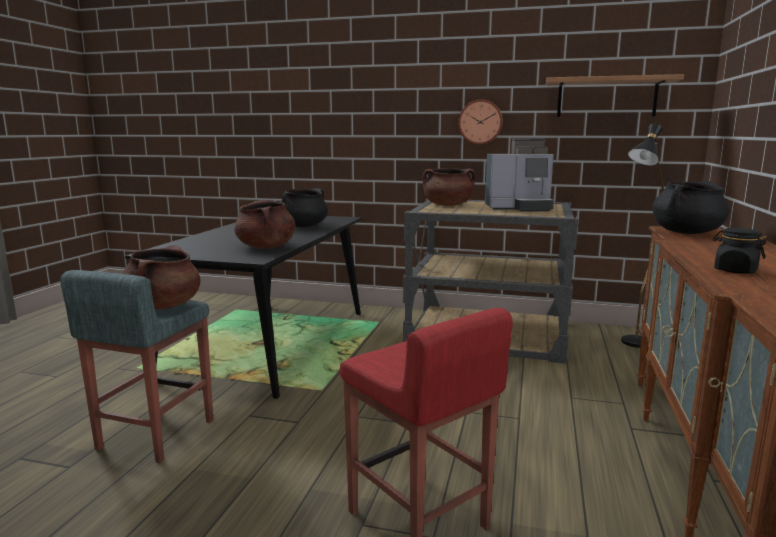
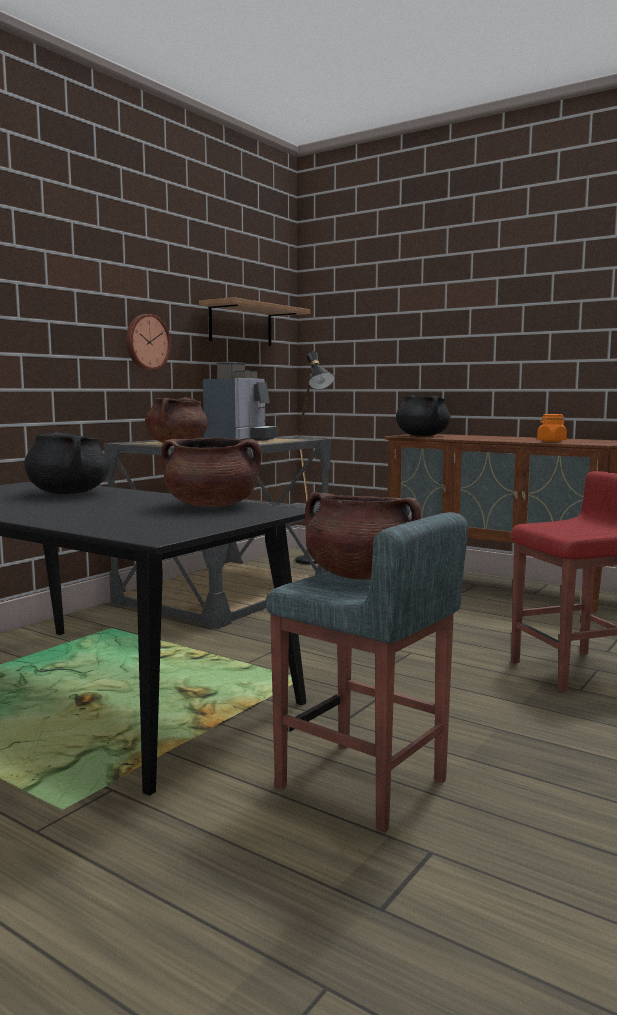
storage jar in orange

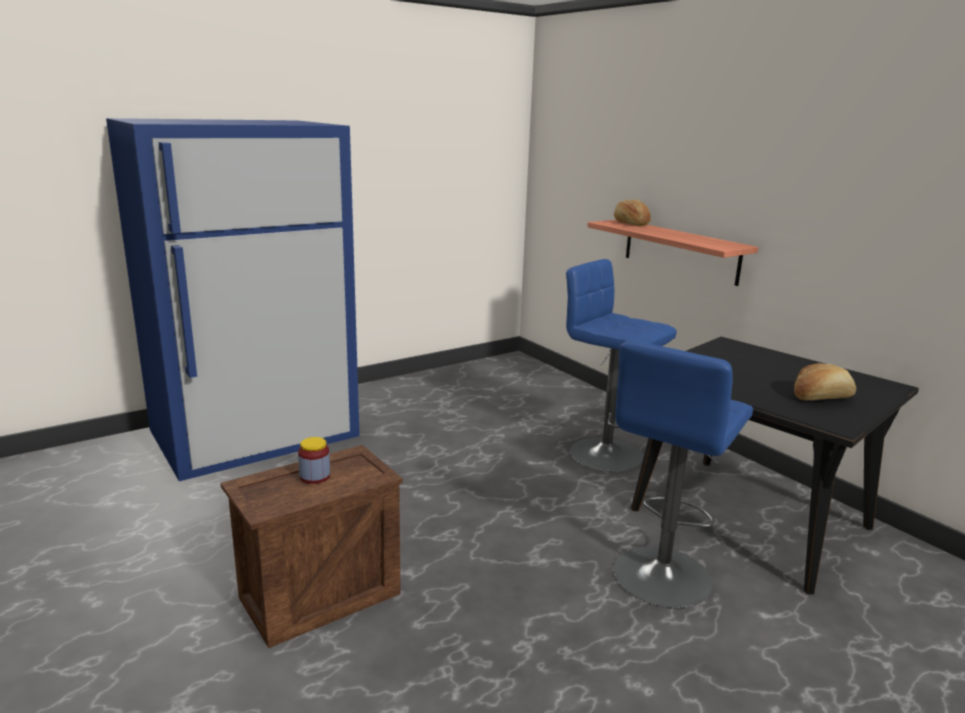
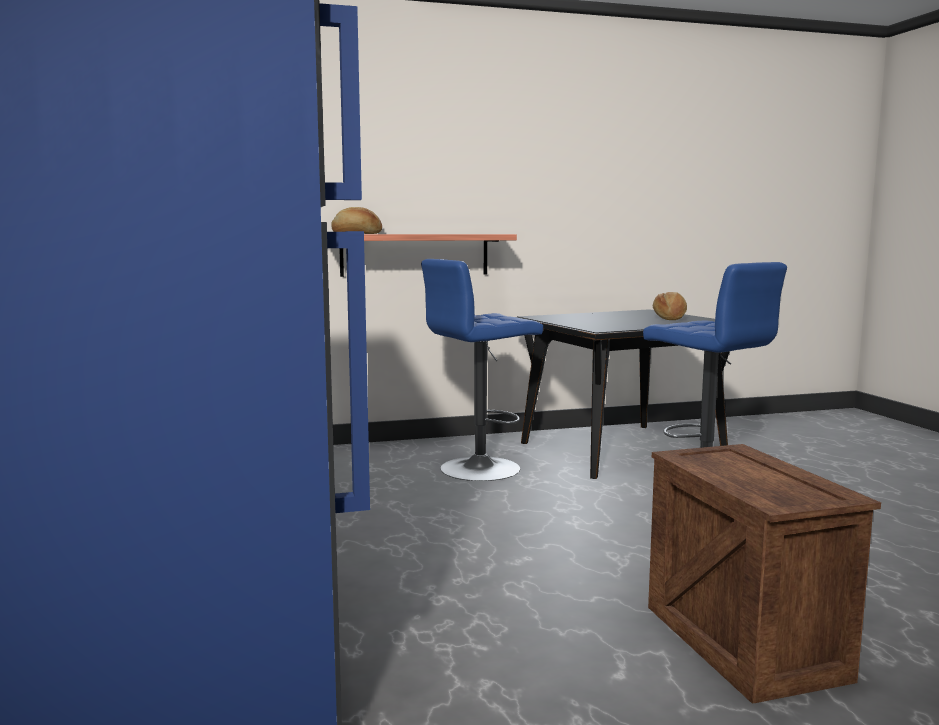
storage jar

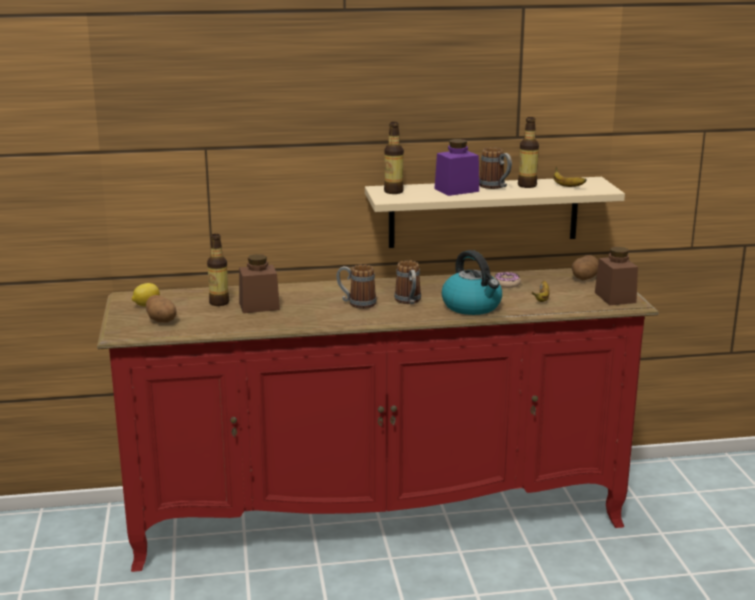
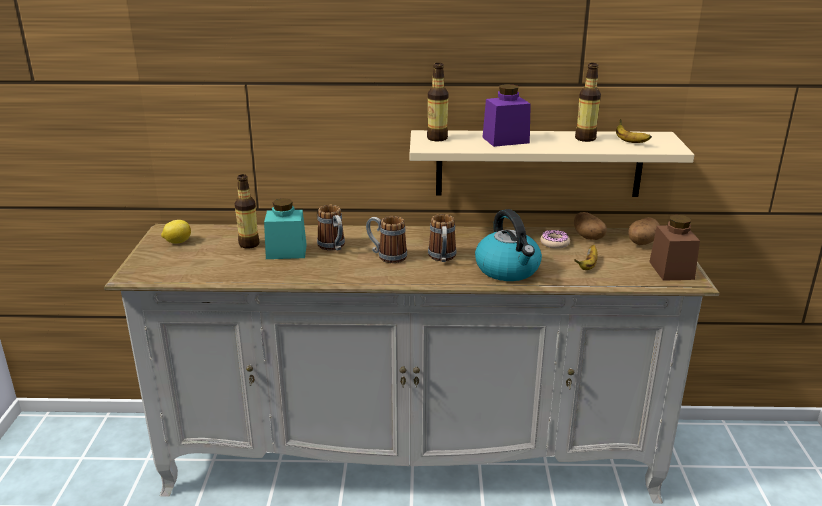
cabinet in greyish
storage jar in turquoise-coloured
tea mug (no. 1 from left)
potato (no. 1 from left)

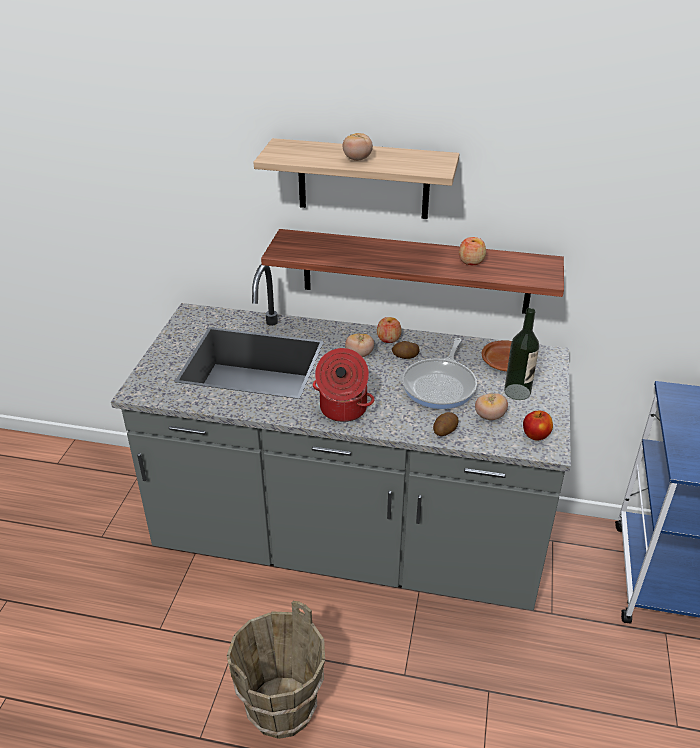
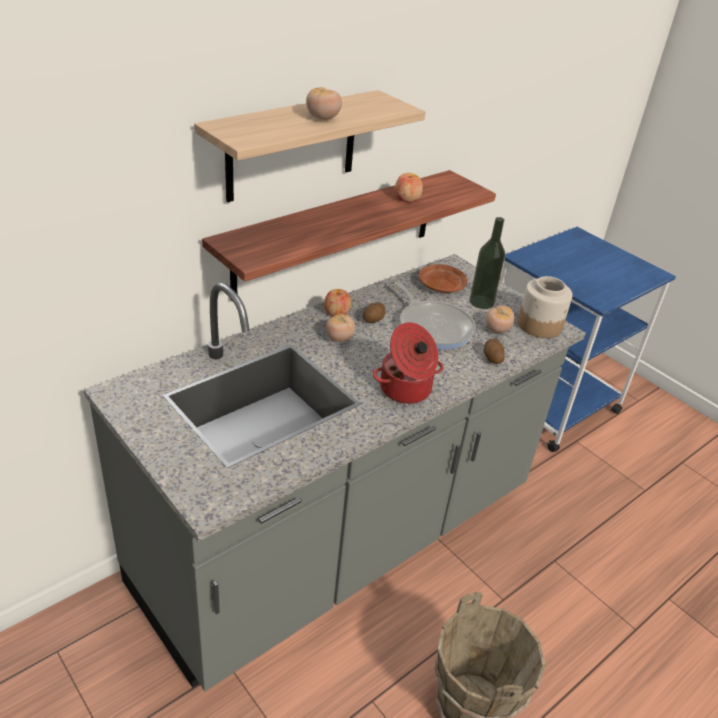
storage jar

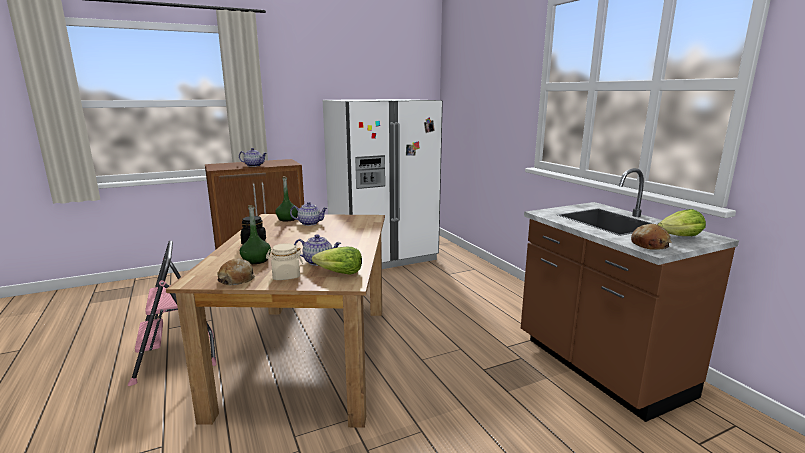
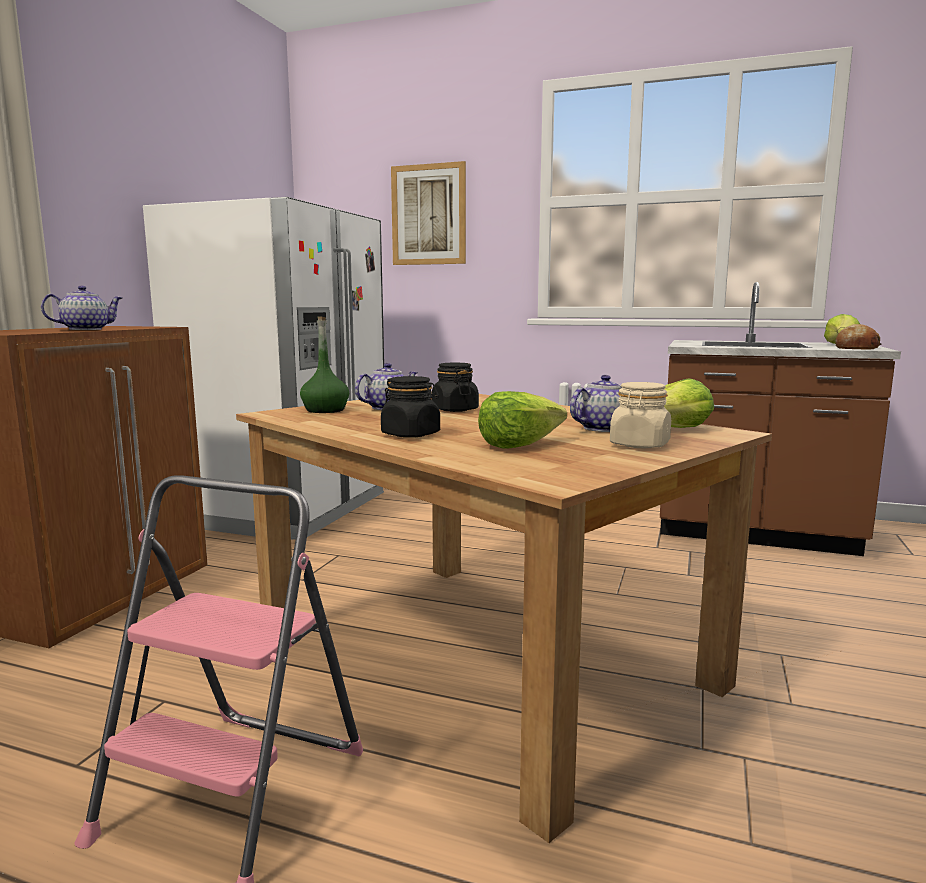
wall art
storage jar in blackish (no. 2 from left)
lettuce (no. 1 from left)
baked bread (no. 1 from left in the first image)

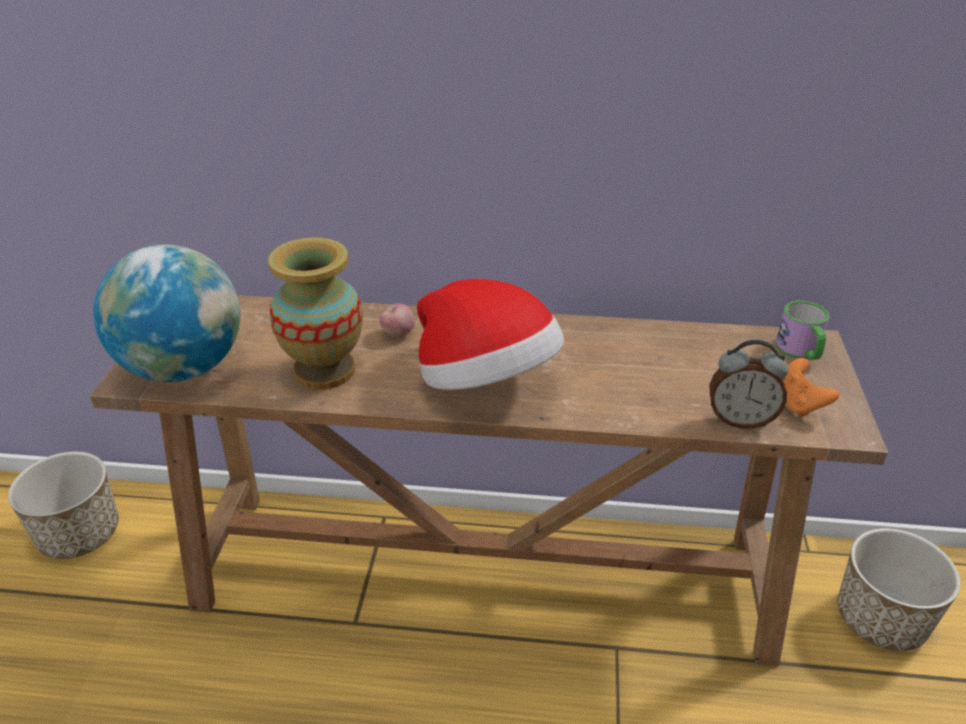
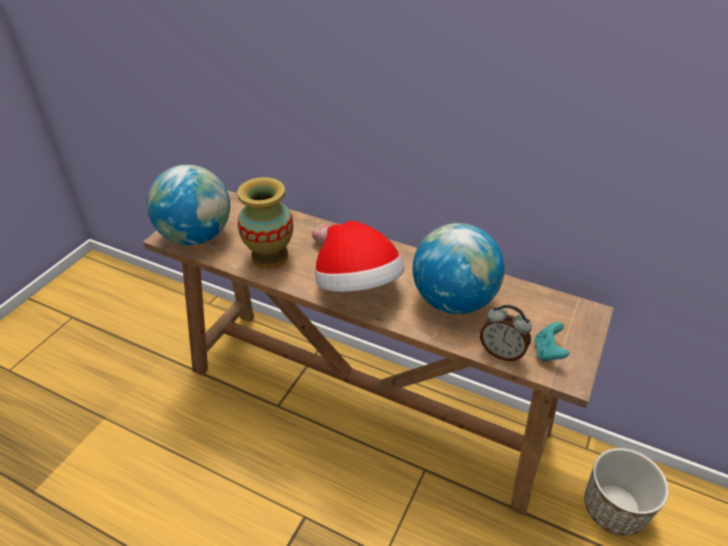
globe (no. 2 from left)
game controller in turquoise-coloured
flower pot (no. 1 from left in the first image)
tea mug

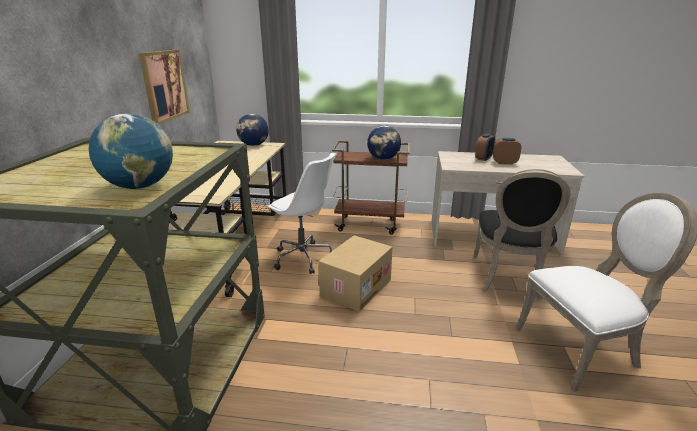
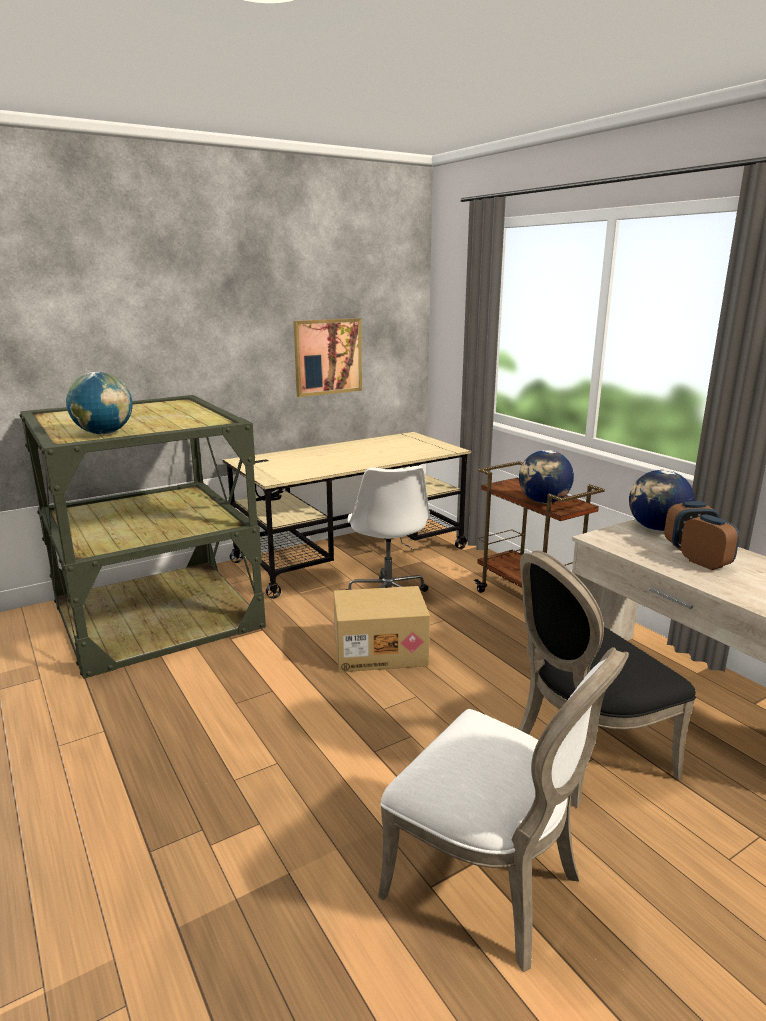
globe (no. 3 from left)

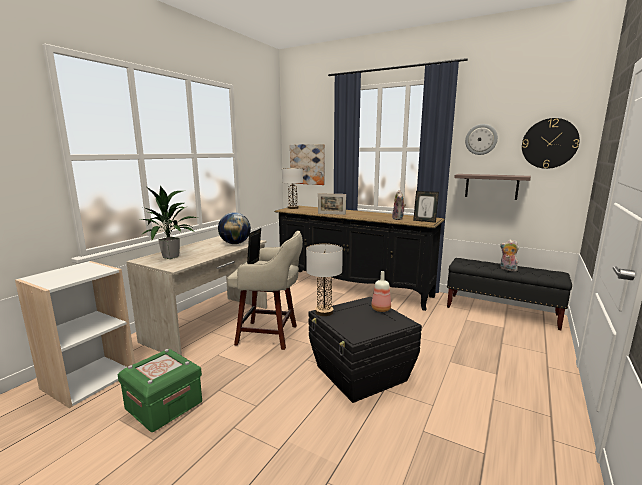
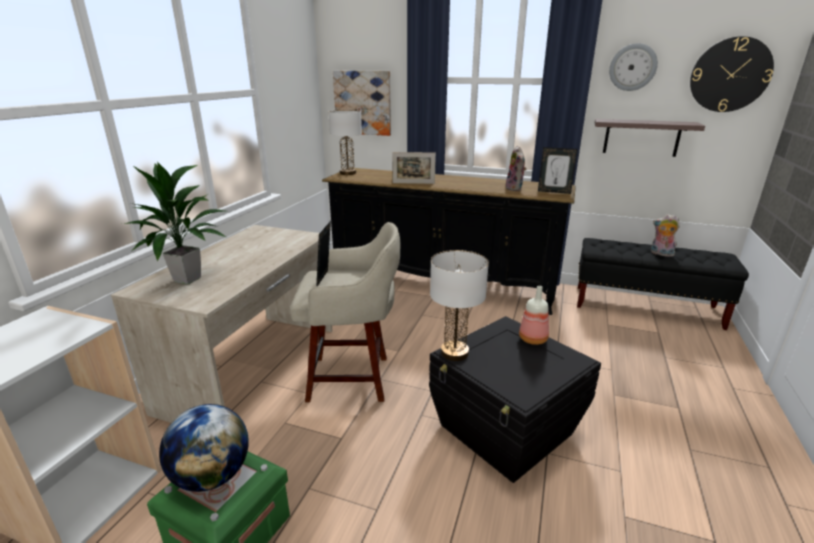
globe

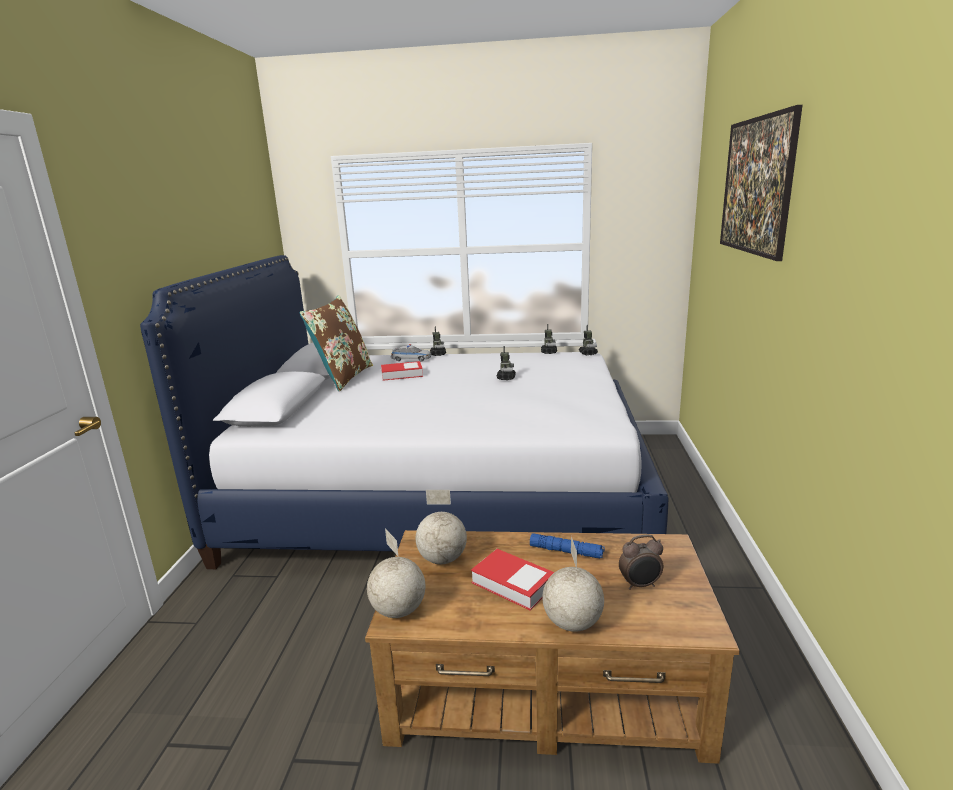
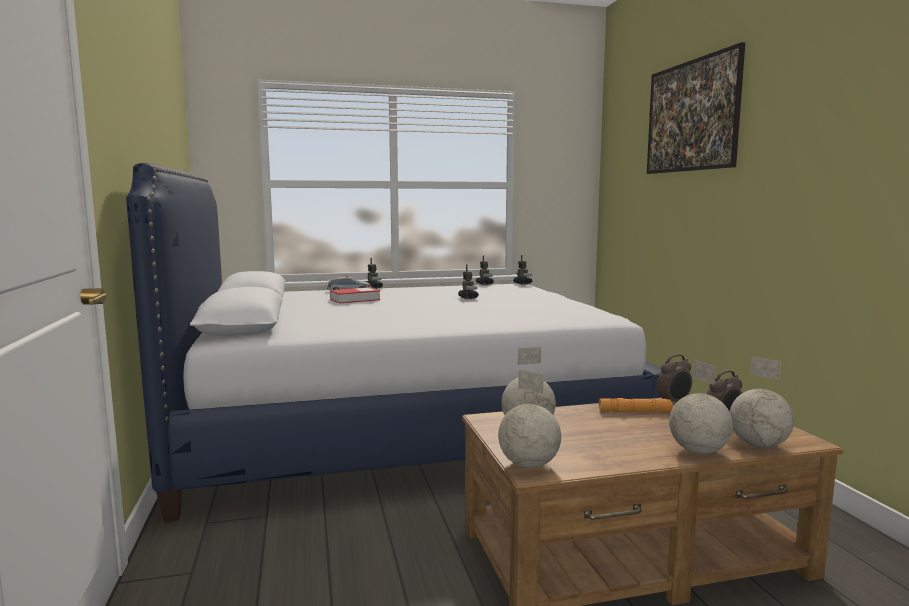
torch in orange
bedside clock (no. 1 from left)
globe (no. 4 from left)
throw pillow in brownish
book (no. 2 from left in the first image)

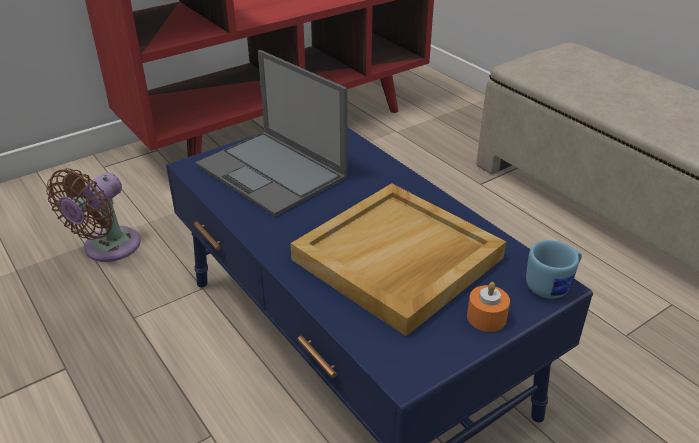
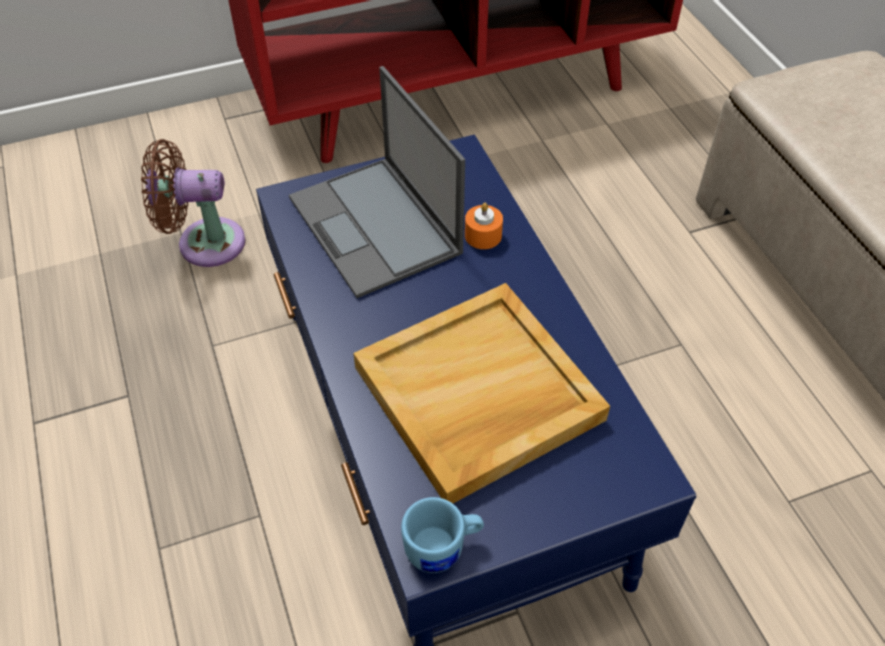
cooling fan in brownish
tea mug in blue
wax candle in orange

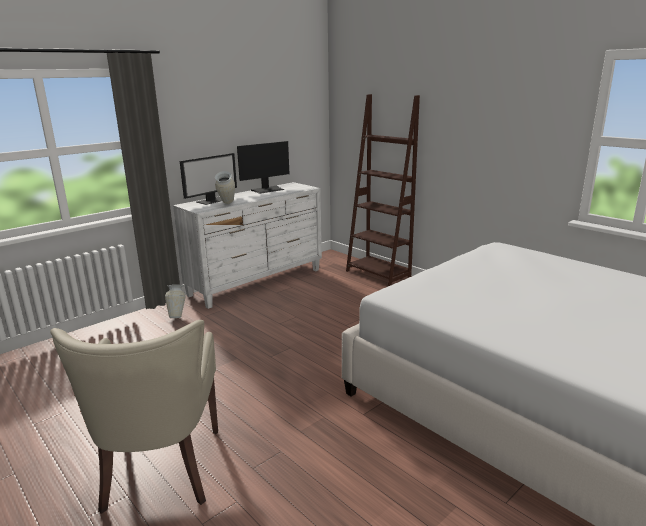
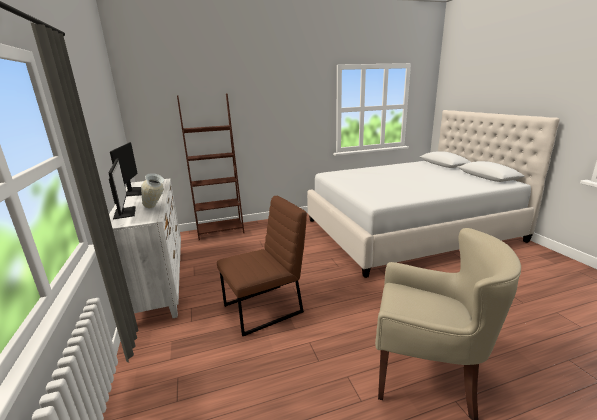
upright chair in brownish
decorative vase (no. 1 from left in the first image)

